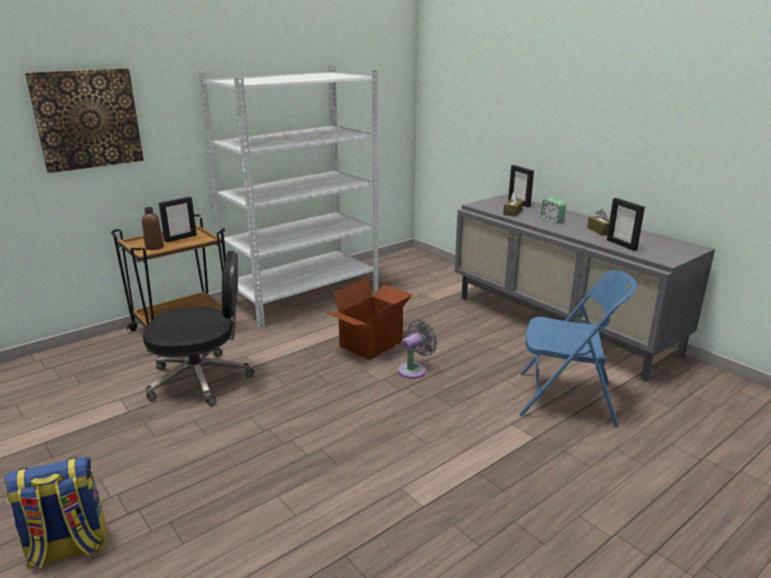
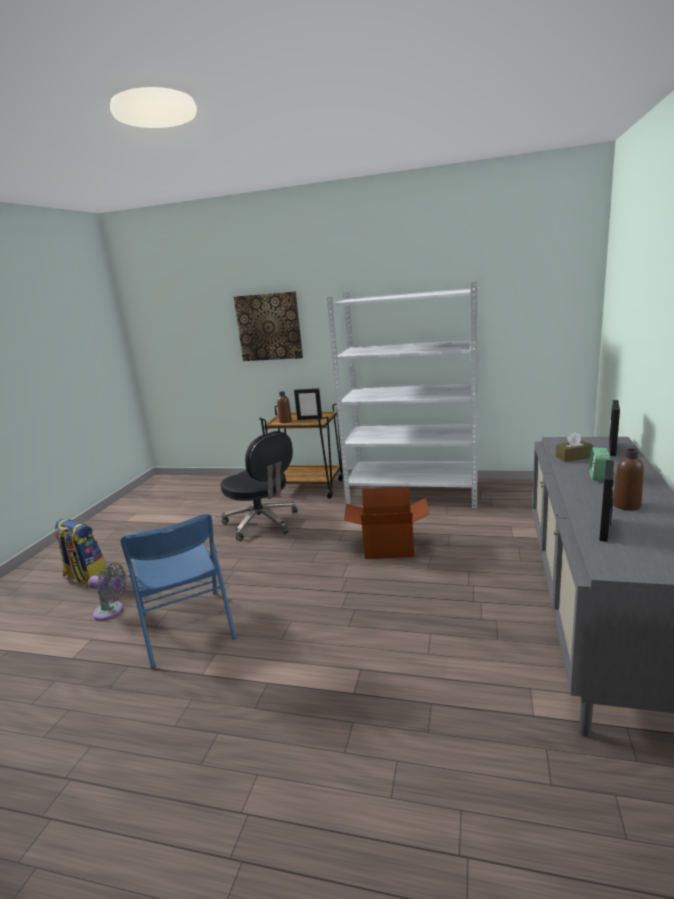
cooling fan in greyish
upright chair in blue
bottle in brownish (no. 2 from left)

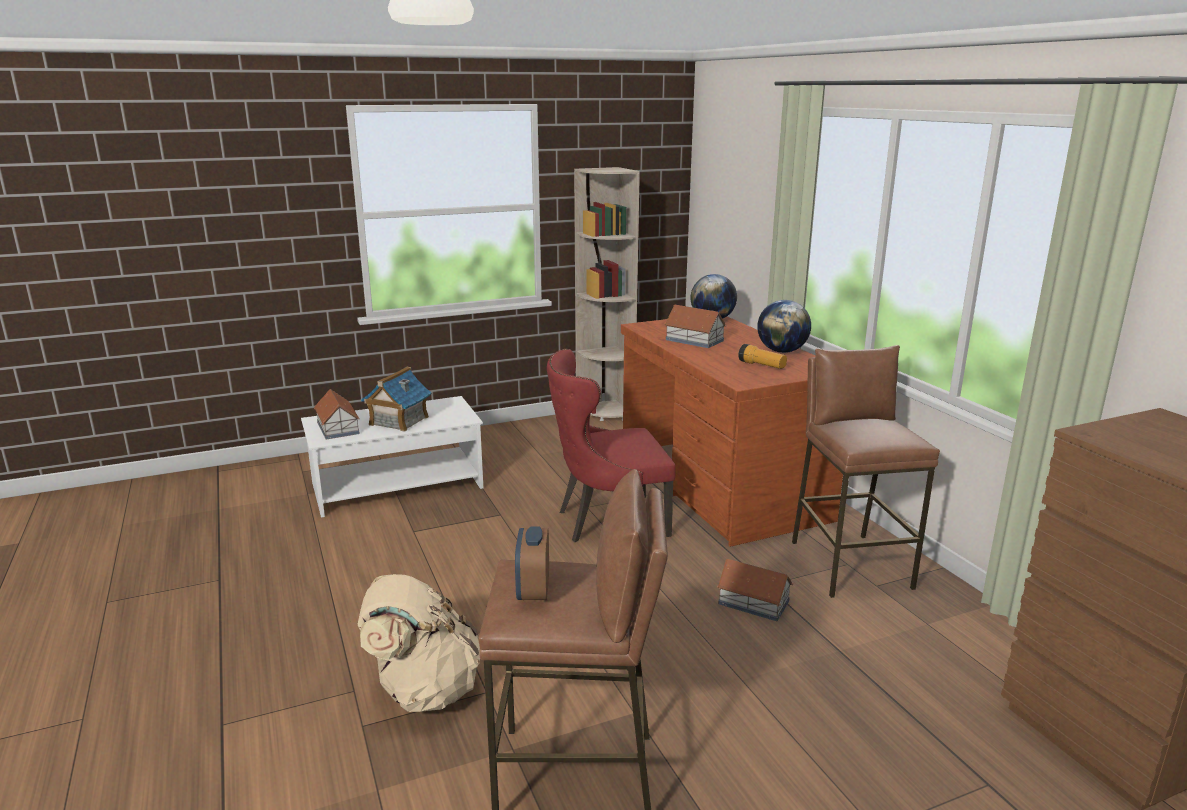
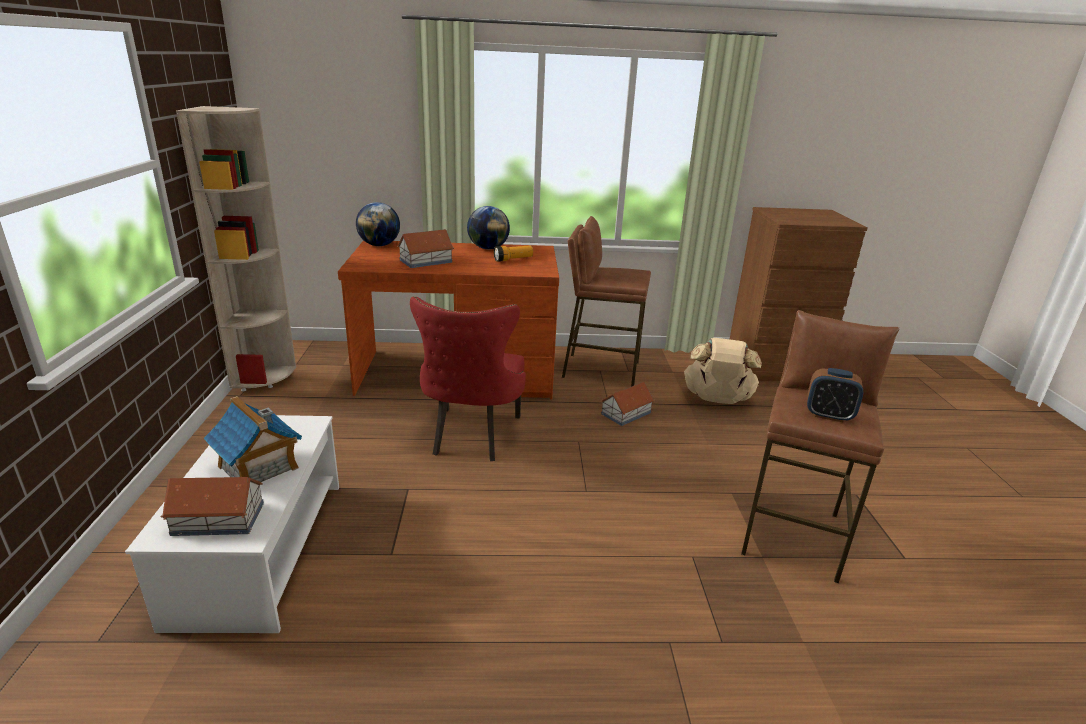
backpack in sand-coloured

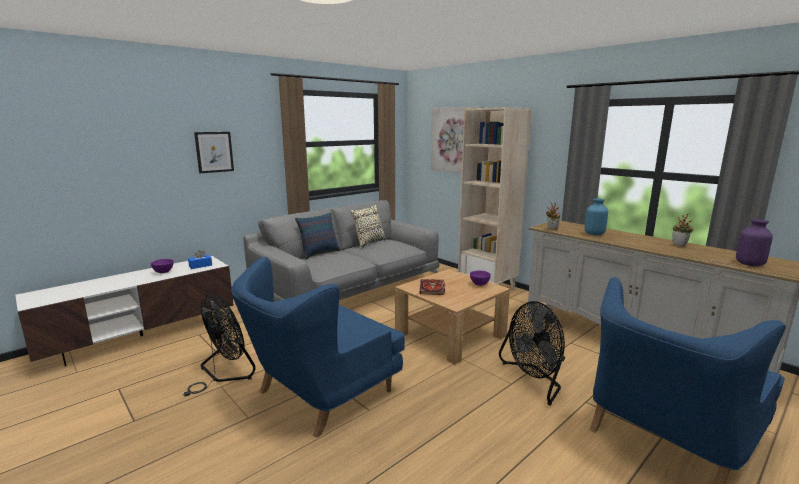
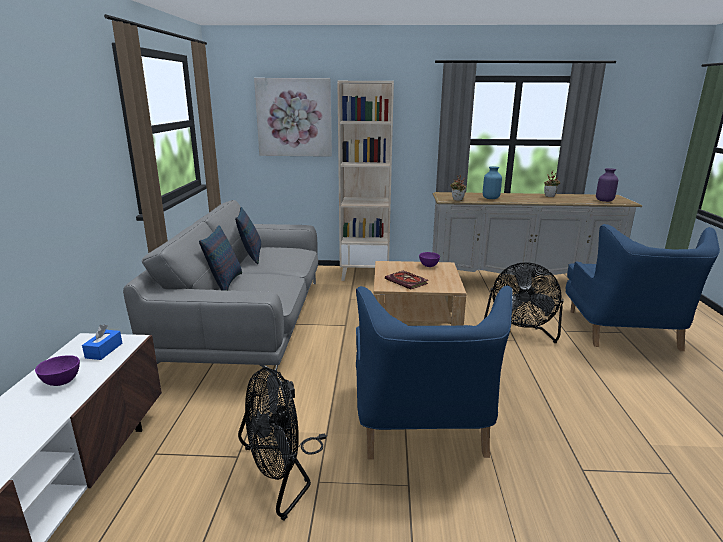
throw pillow in blue (no. 2 from left)
cooling fan in blackish (no. 1 from left)
wall art (no. 1 from left in the first image)

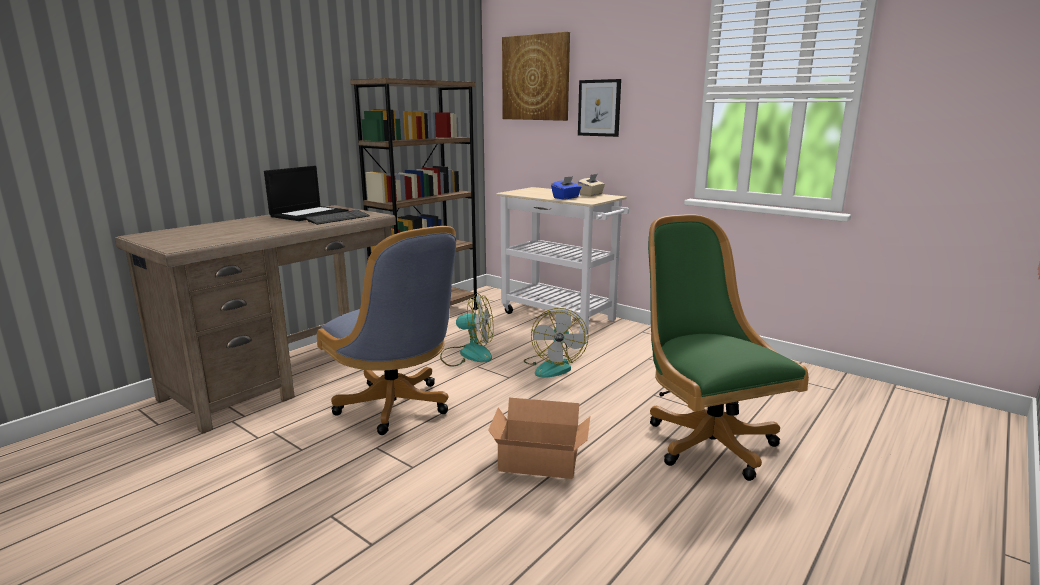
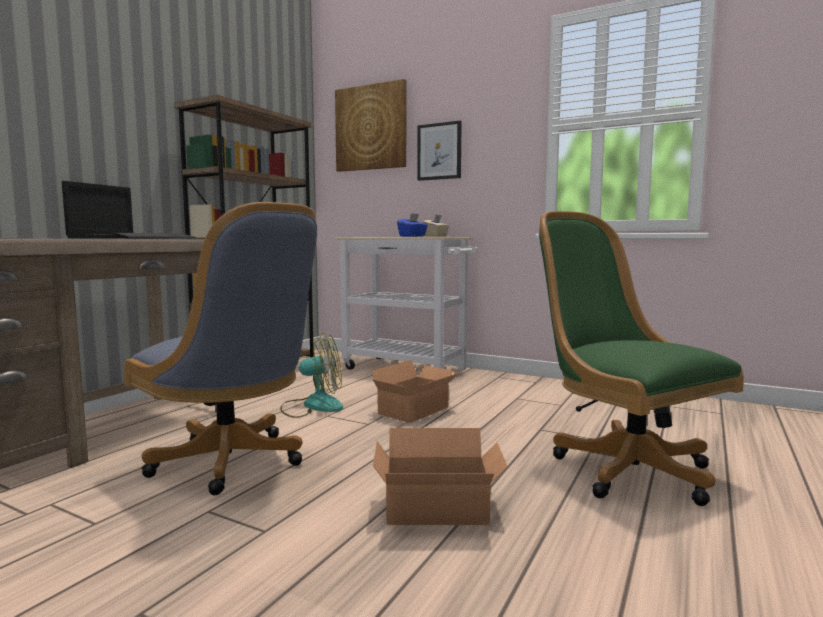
packing box (no. 1 from left)

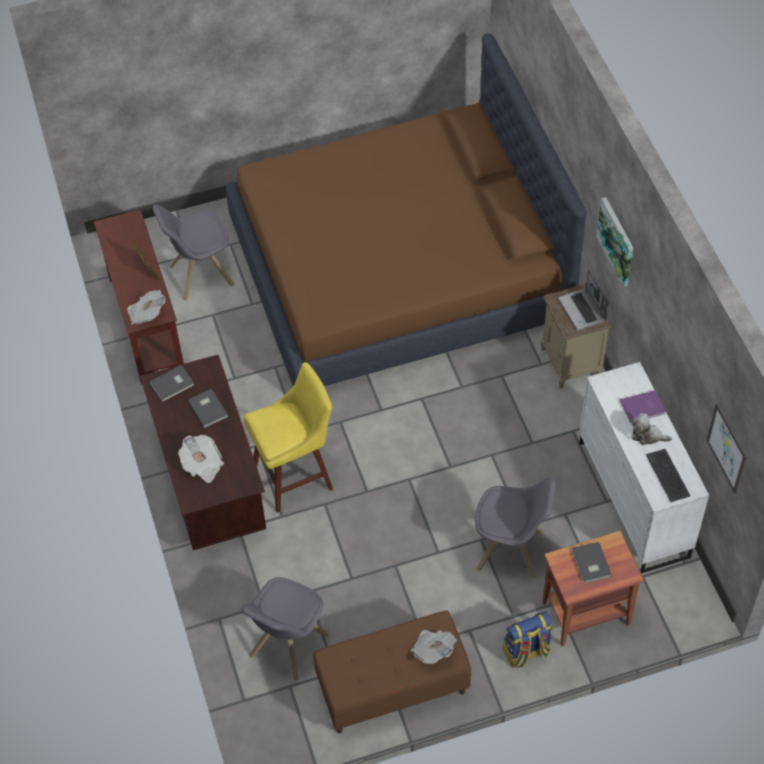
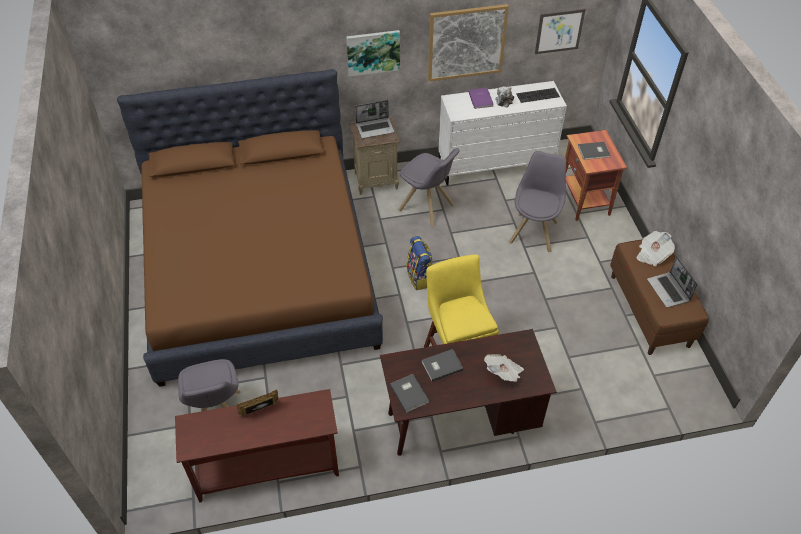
upright chair in greyish (no. 2 from left)
backpack
wall art (no. 2 from left)
laptop (no. 2 from left)
daily paper (no. 1 from left in the first image)

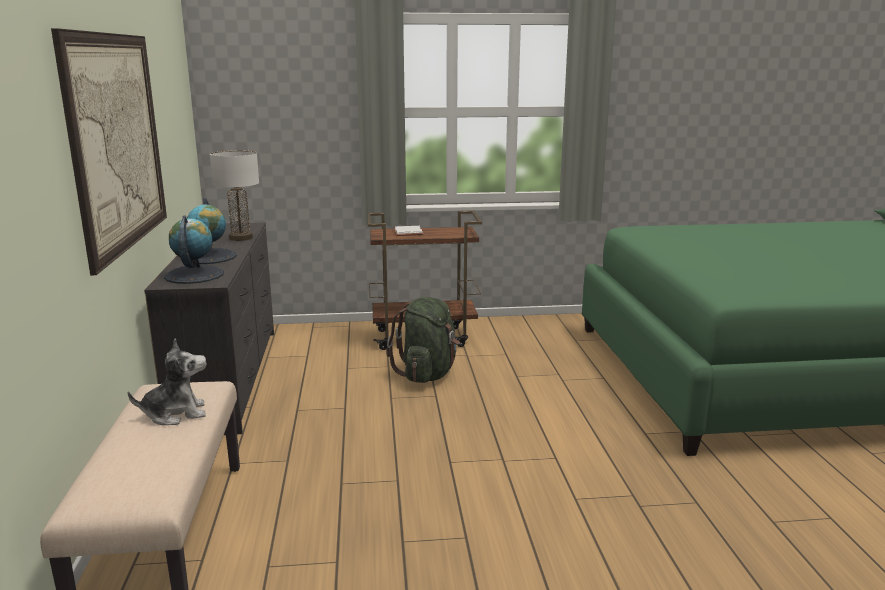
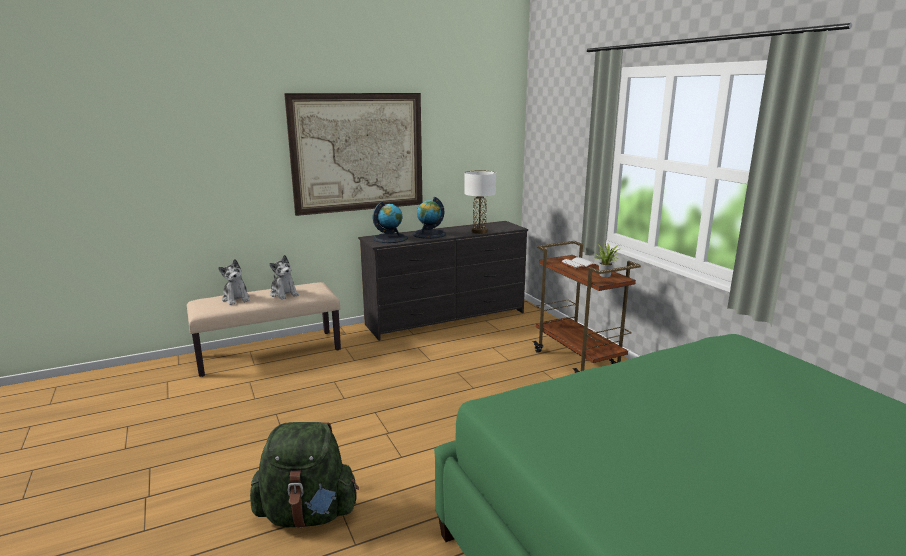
soft toy (no. 1 from left)
backpack in green-coloured
plant in a pot

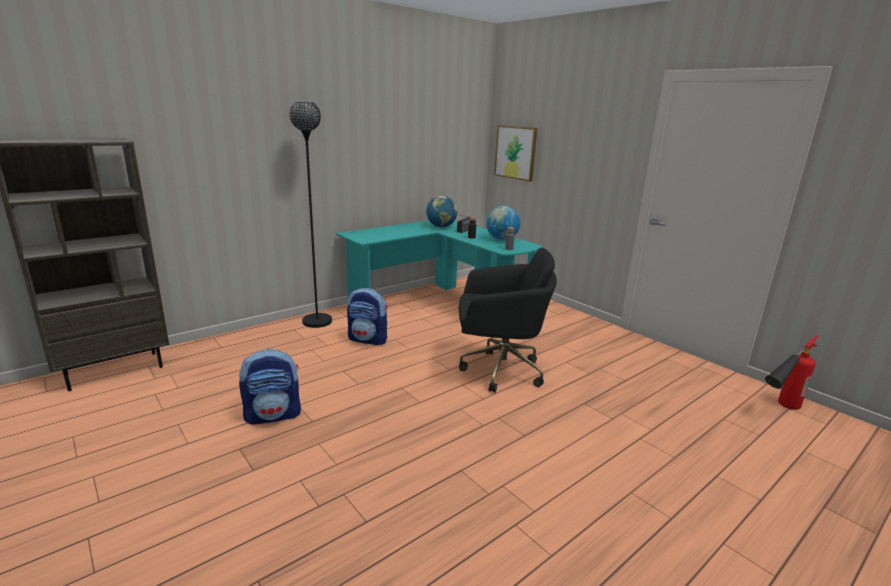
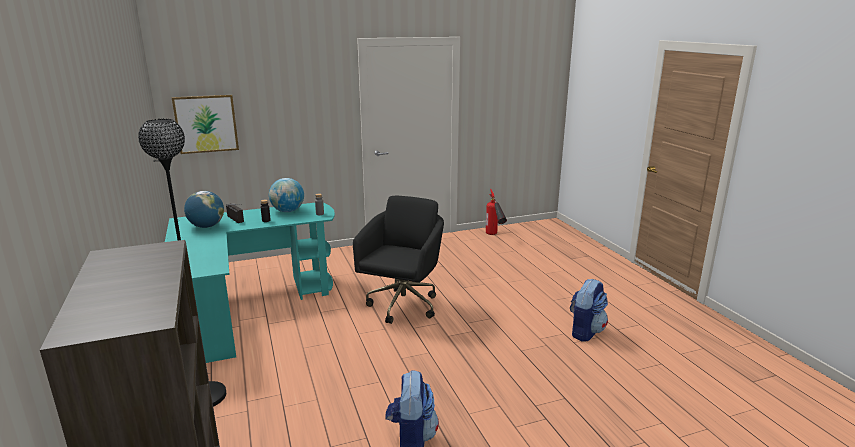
backpack (no. 2 from left)

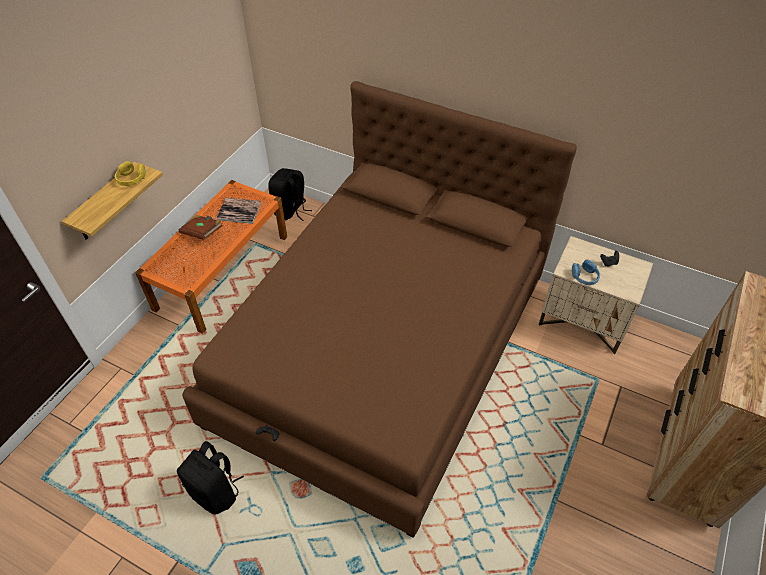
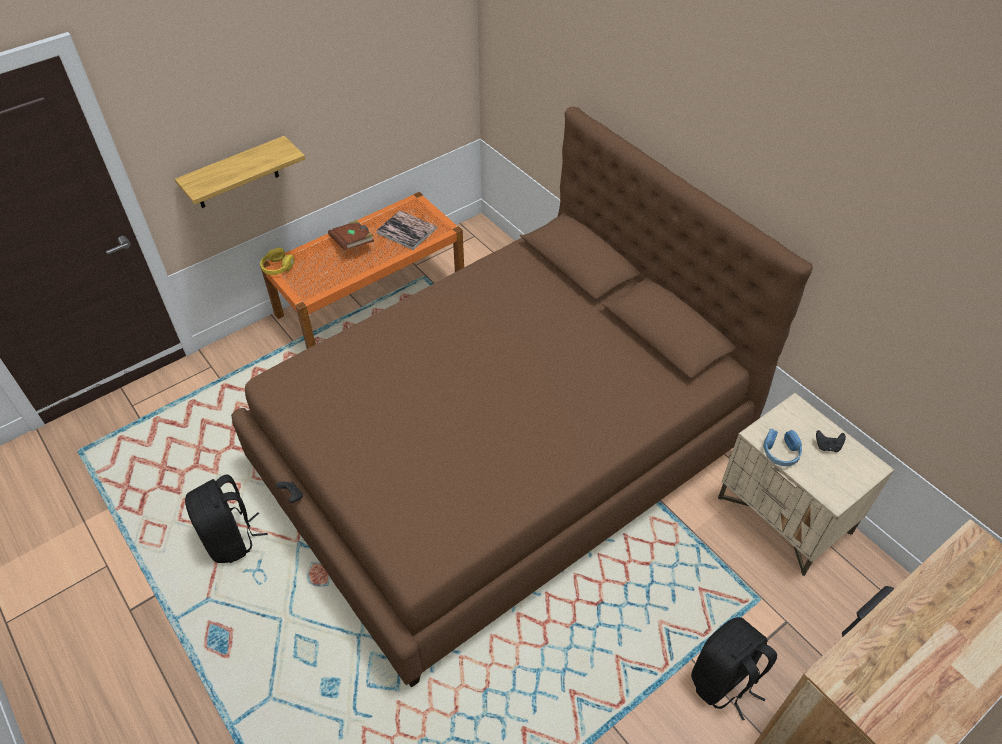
headphones in yellow-coloured
backpack in blackish (no. 2 from left)

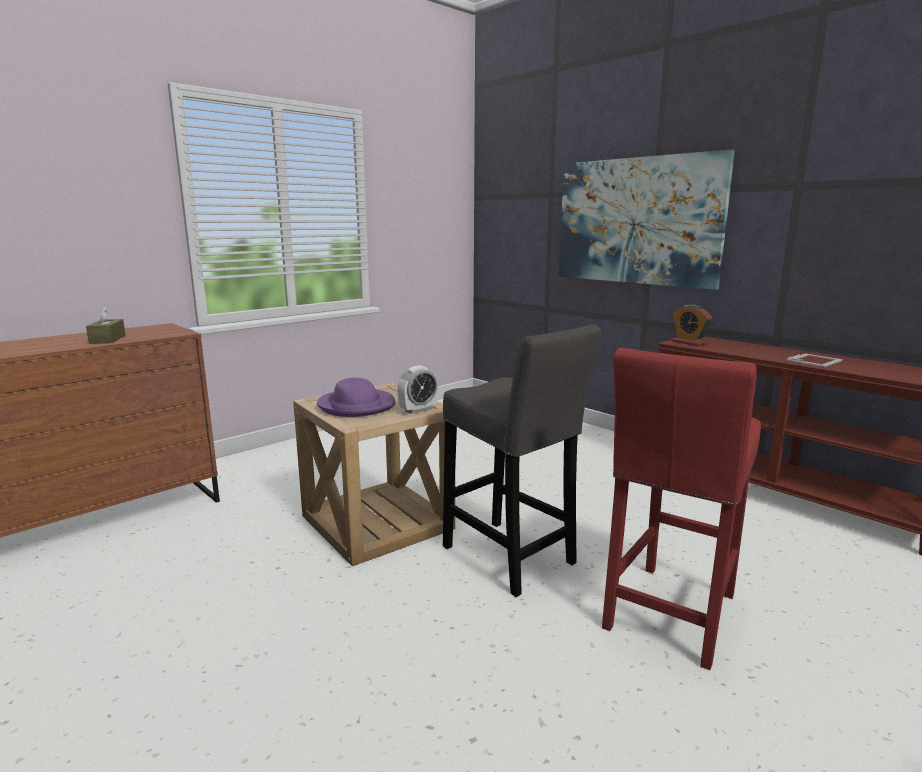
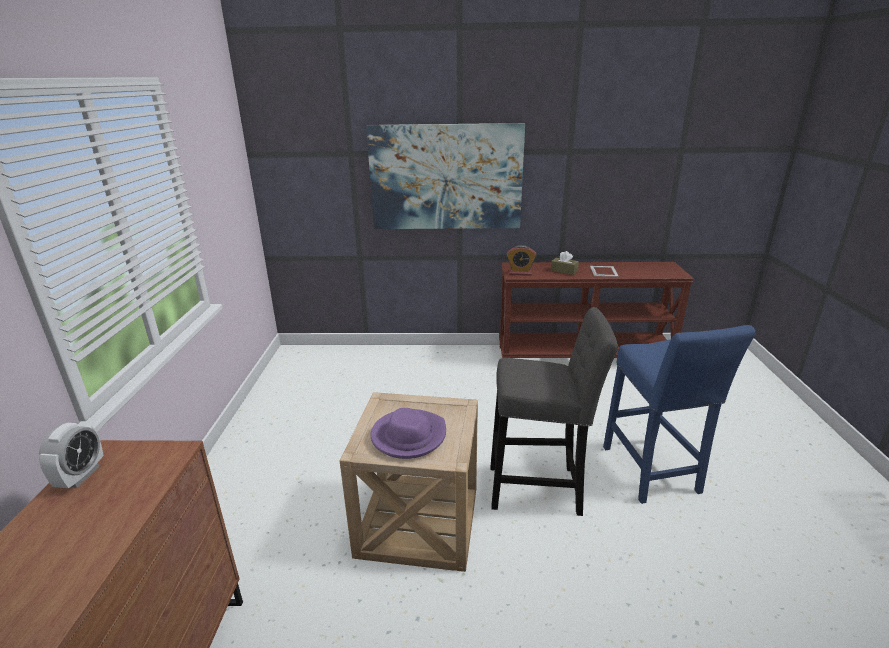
bedside clock (no. 1 from left)
tissue holder in brownish
stool in blue

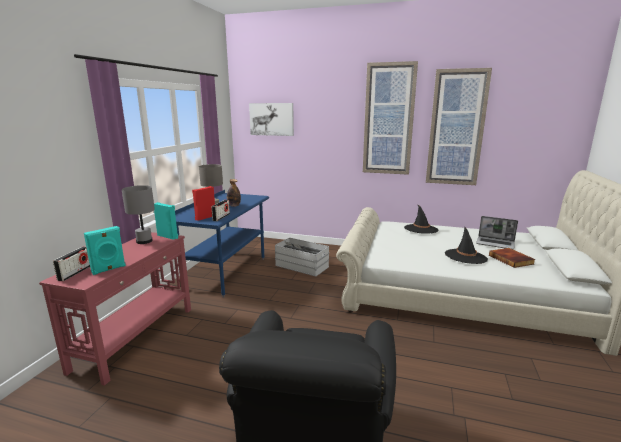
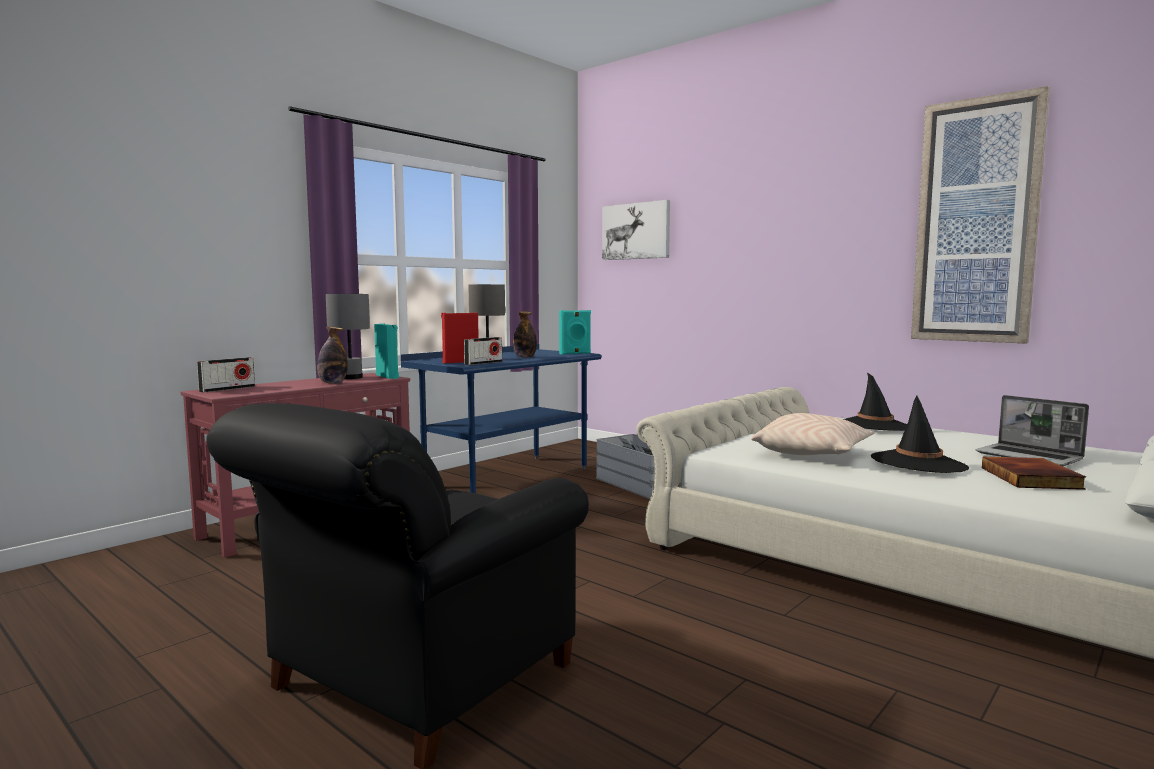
bottle (no. 1 from left)
loudspeaker in turquoise-coloured (no. 2 from left)
throw pillow in sand-coloured
wall art (no. 2 from left in the first image)

